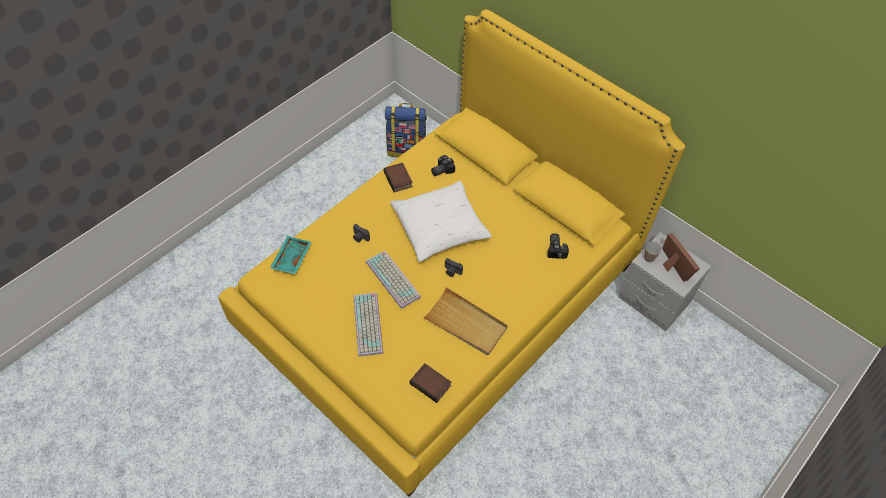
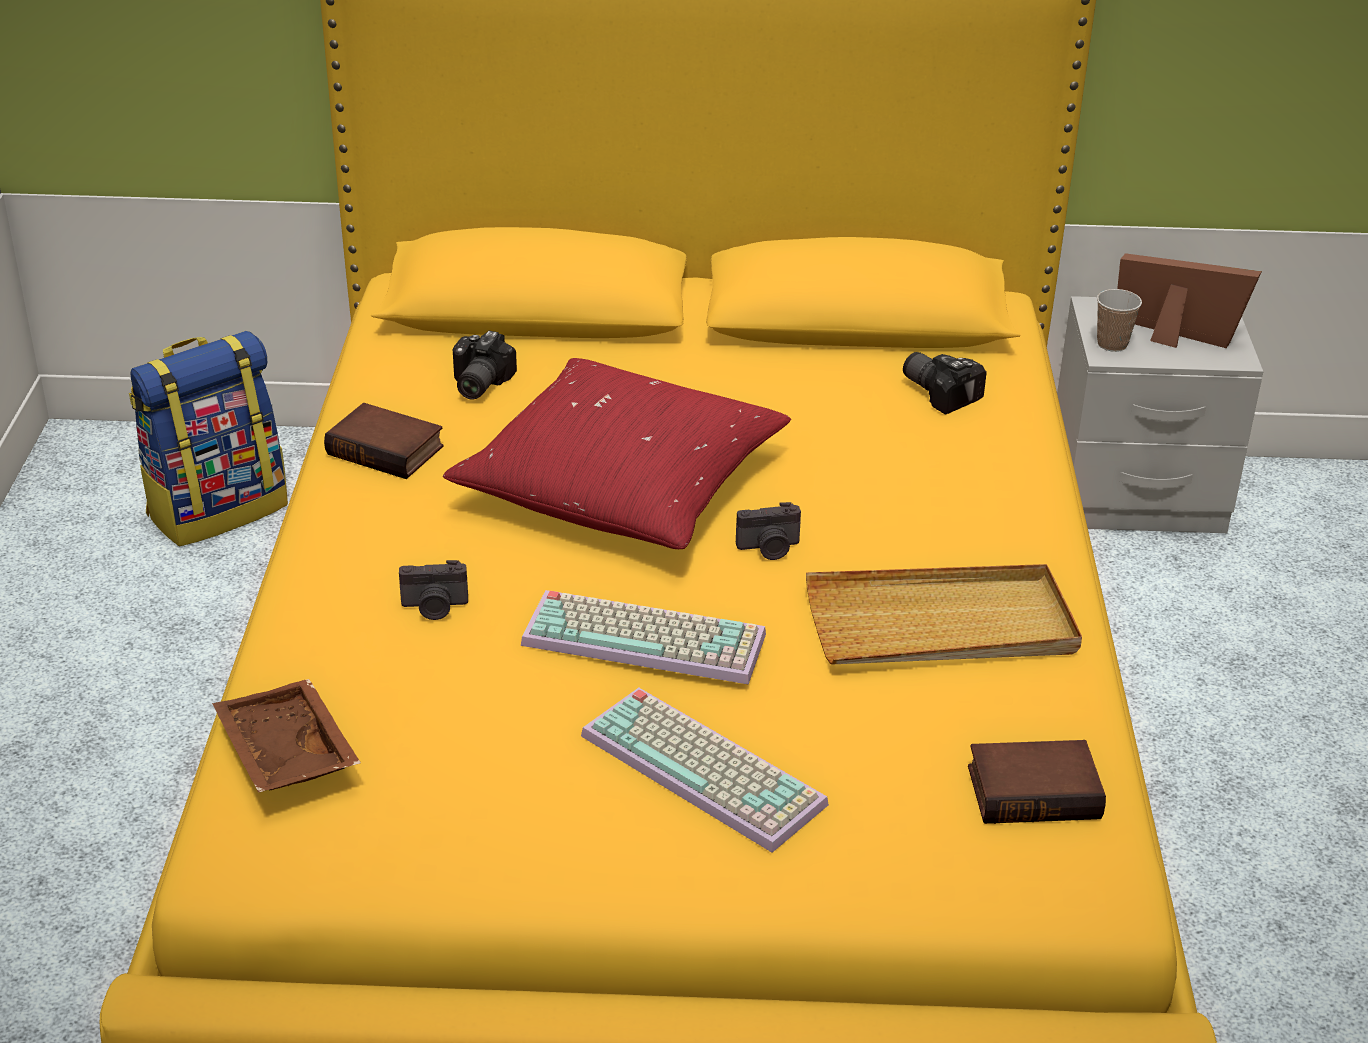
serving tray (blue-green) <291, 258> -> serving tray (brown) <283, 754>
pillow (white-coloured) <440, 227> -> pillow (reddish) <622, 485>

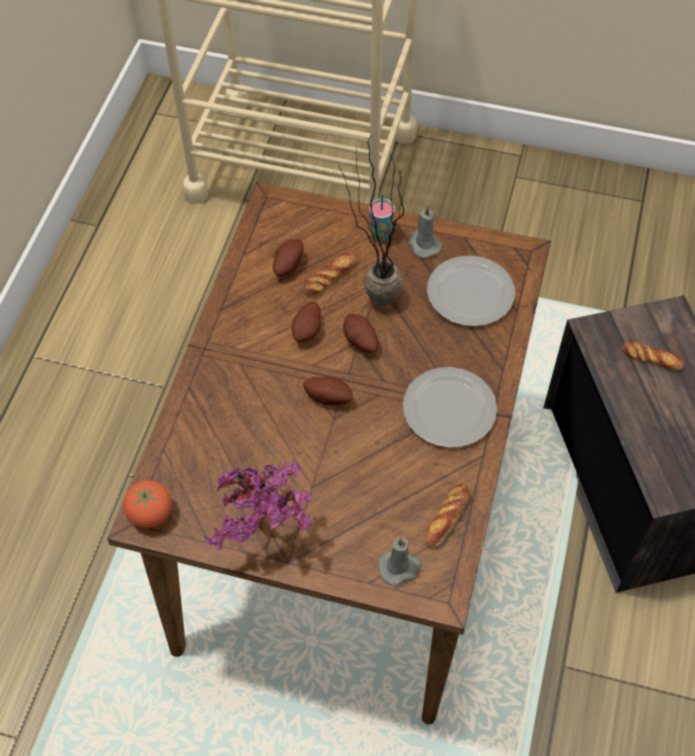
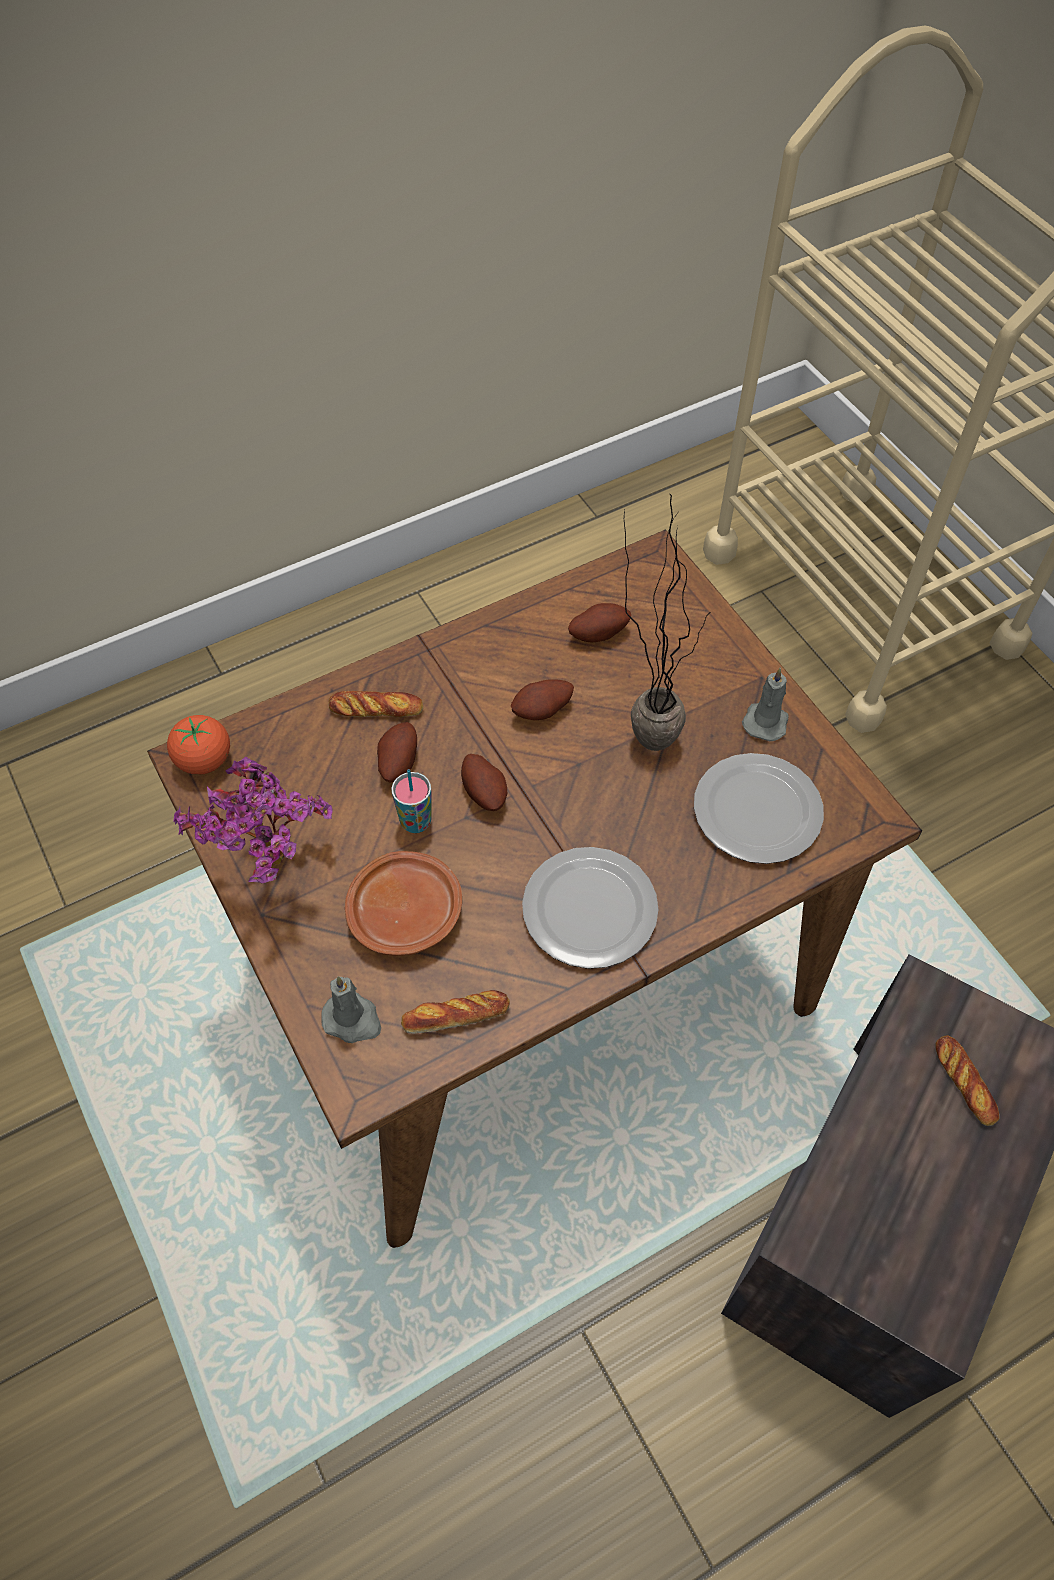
none -> flat dish (brown) <406, 912>
baked bread <329, 277> -> baked bread <376, 708>, moved
whole potato <360, 342> -> whole potato <397, 762>, moved
drinking cup <381, 235> -> drinking cup <416, 822>, moved

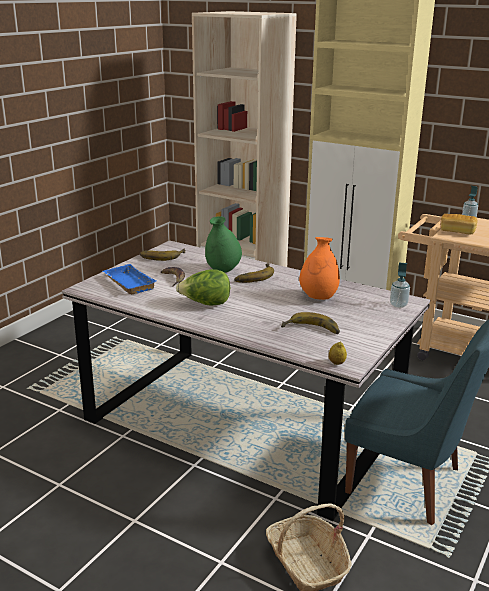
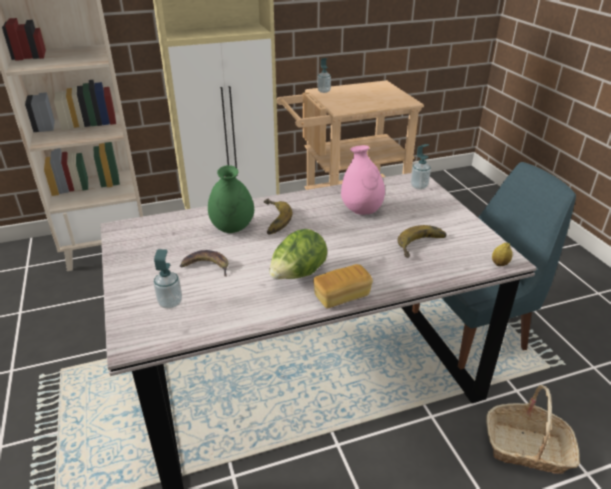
banana fruit <162, 256> -> none
baked bread <457, 231> -> baked bread <342, 296>, moved
serving tray (blue) <127, 283> -> liquid soap bottle <170, 303>
flower vase (orangey) <318, 297> -> flower vase (pink-coloured) <361, 211>

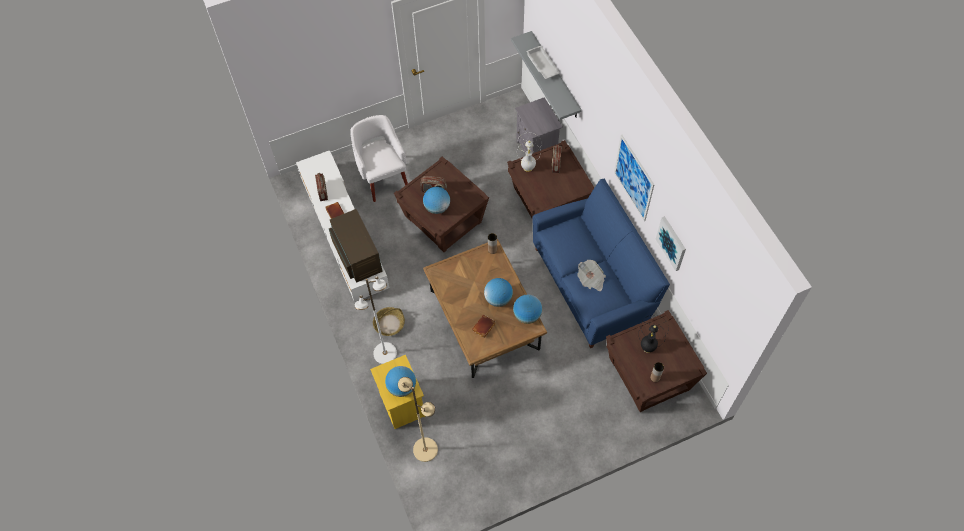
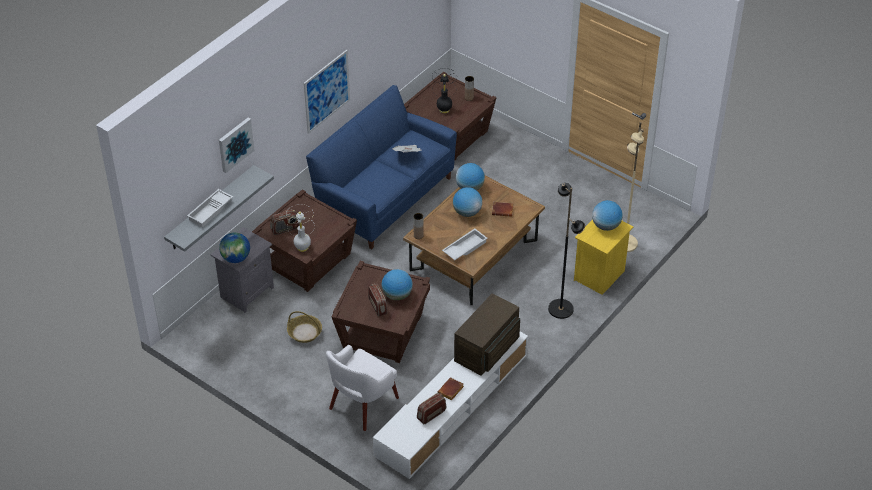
none -> desk globe <236, 258>
none -> serving tray (white-coloured) <464, 247>
basket <389, 324> -> basket <304, 332>, moved
wall picture <672, 243> -> wall picture <235, 144>, moved
standing lamp (white-coloured) <385, 354> -> standing lamp (black) <561, 309>

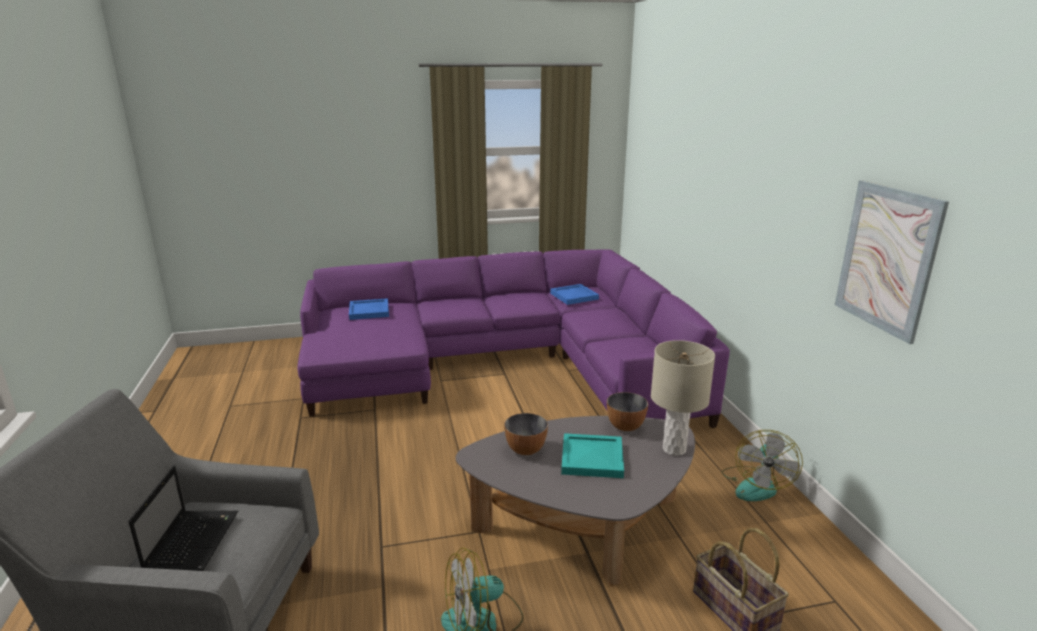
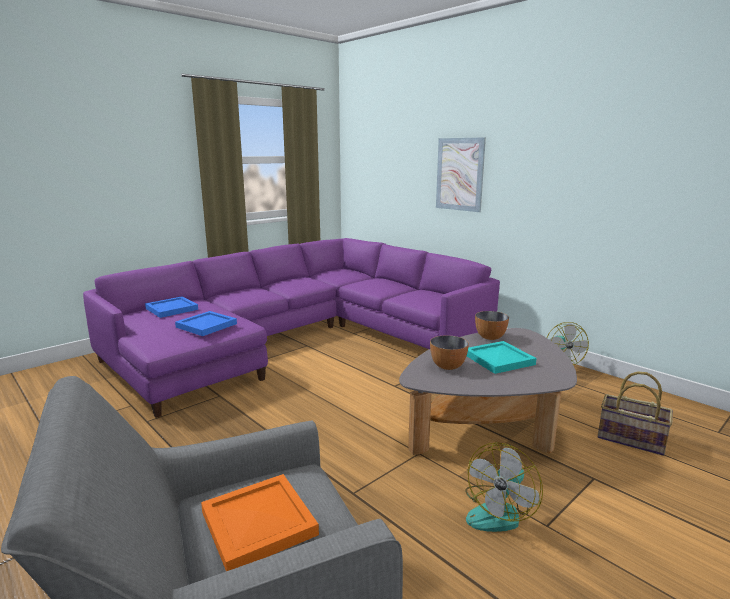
lamp for a table (beige) <674, 449> -> none
serving tray (blue) <575, 296> -> serving tray (blue) <207, 325>, moved
wall picture <887, 259> -> wall picture <460, 174>, moved
laptop <193, 541> -> serving tray (orangey) <257, 523>

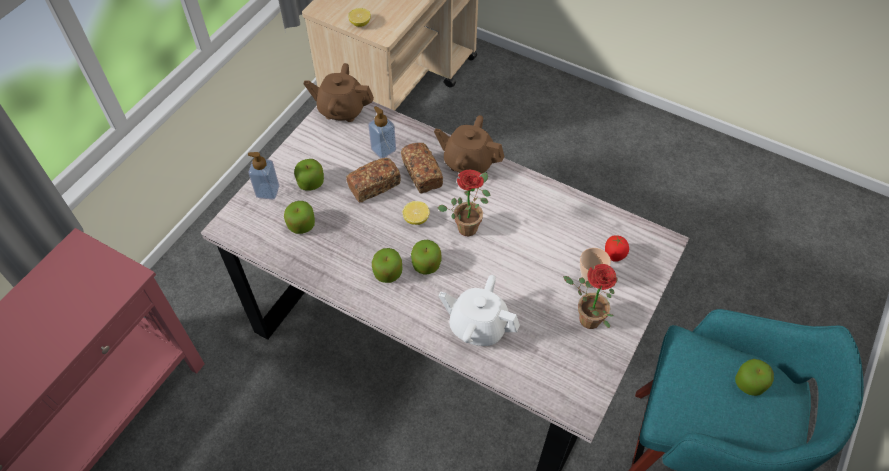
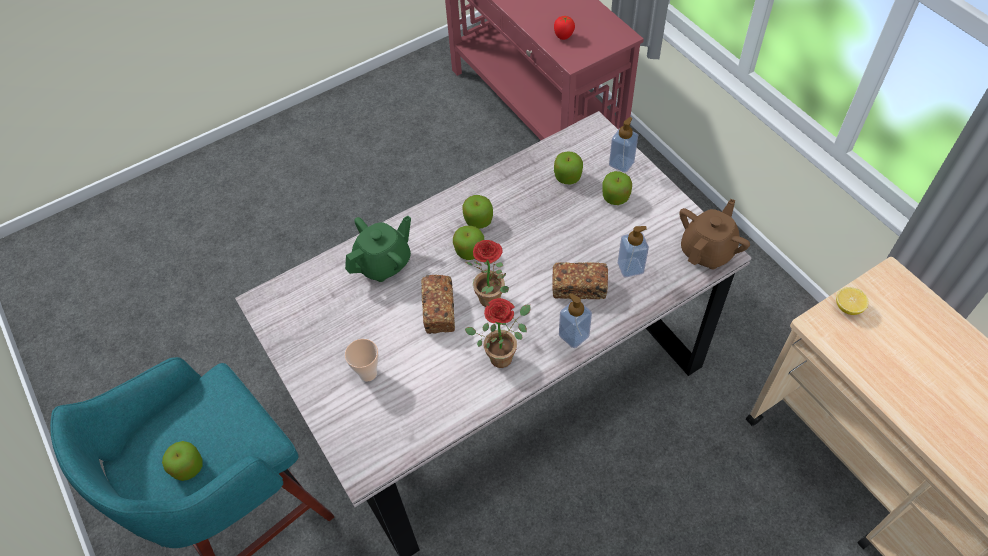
citrus fruit <416, 219> -> none
baked bread <374, 186> -> baked bread <439, 311>, moved
potted plant <584, 319> -> potted plant <503, 354>, moved
tomato <614, 256> -> tomato <563, 37>, moved
tea pot (brown) <468, 162> -> liquid soap bottle <574, 335>
tea pot (white-coloured) <478, 326> -> tea pot (greenish) <384, 263>

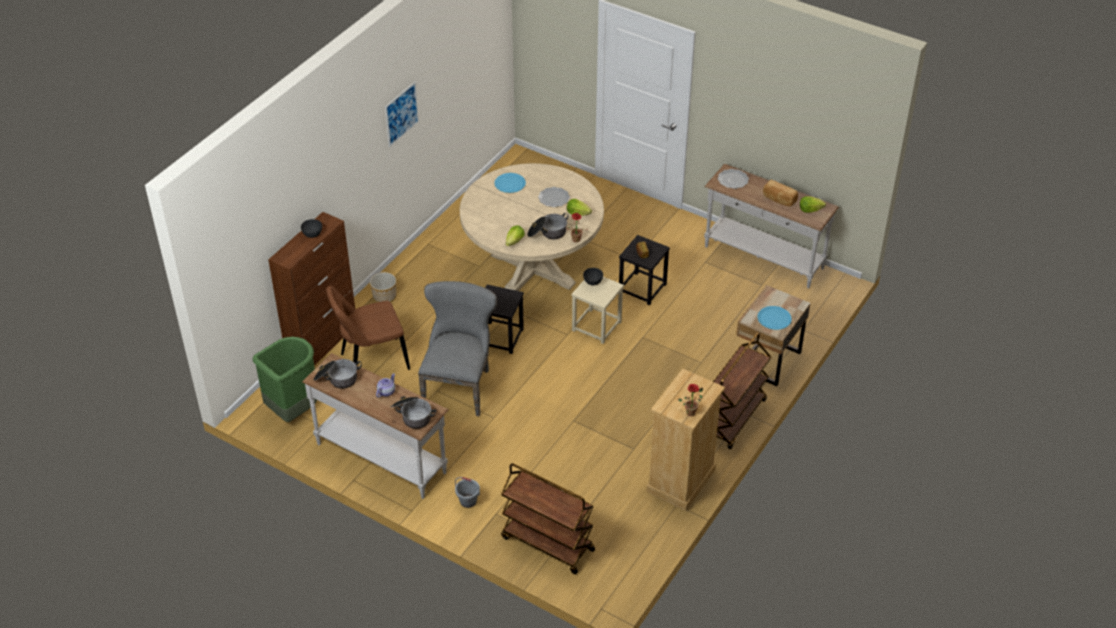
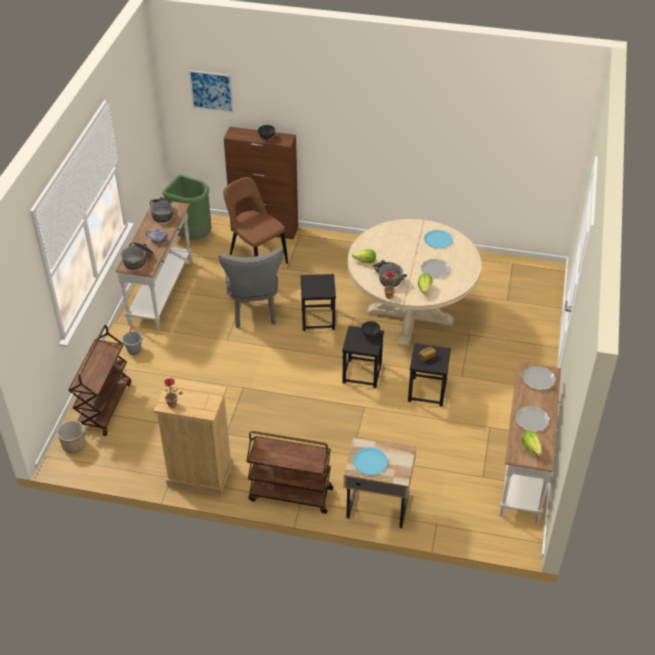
planter <384, 297> -> planter <74, 444>, moved
wall picture <401, 114> -> wall picture <211, 91>, moved
baked bread <779, 199> -> flat dish <532, 420>
sitting stool (beige) <597, 326> -> sitting stool (black) <362, 373>
plain chair (grey) <459, 385> -> plain chair (grey) <254, 311>, 90 degrees clockwise

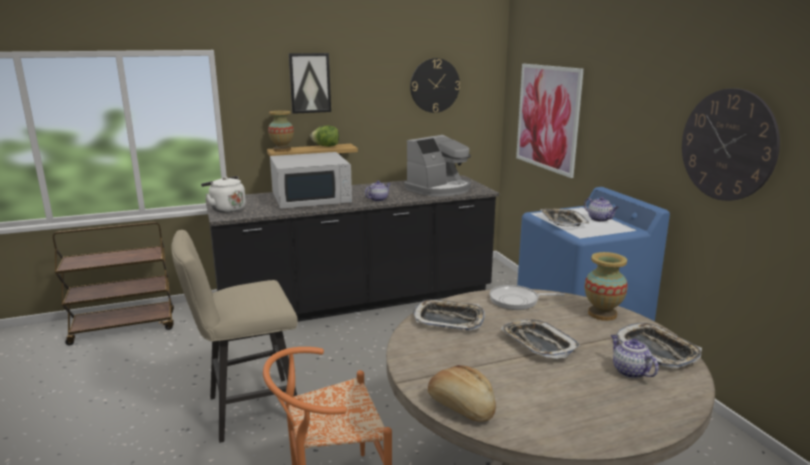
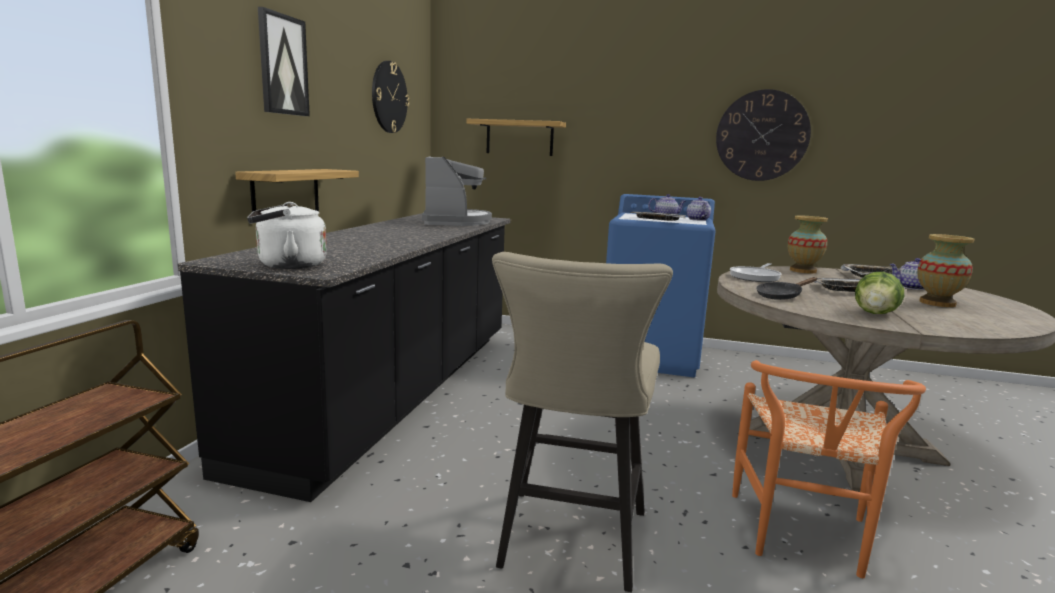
microwave oven (white-coloured) <312, 198> -> none
baked bread <461, 407> -> none
flower vase <282, 150> -> flower vase <937, 303>, moved
lettuce <326, 146> -> lettuce <875, 313>, moved
tea pot <378, 199> -> tea pot <697, 220>, moved
serving tray <448, 319> -> skillet (black) <781, 296>
wall picture <547, 118> -> shelf <519, 138>

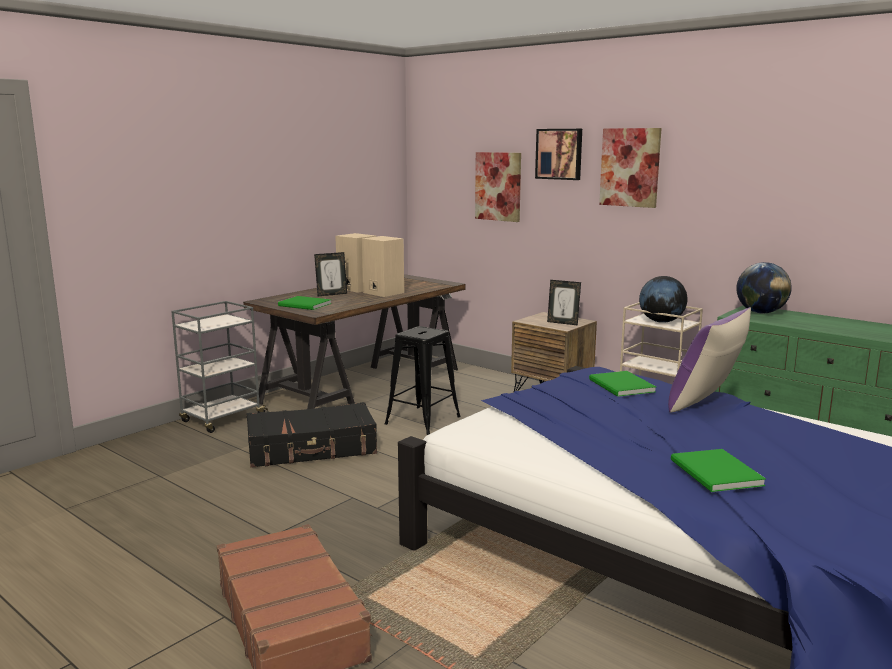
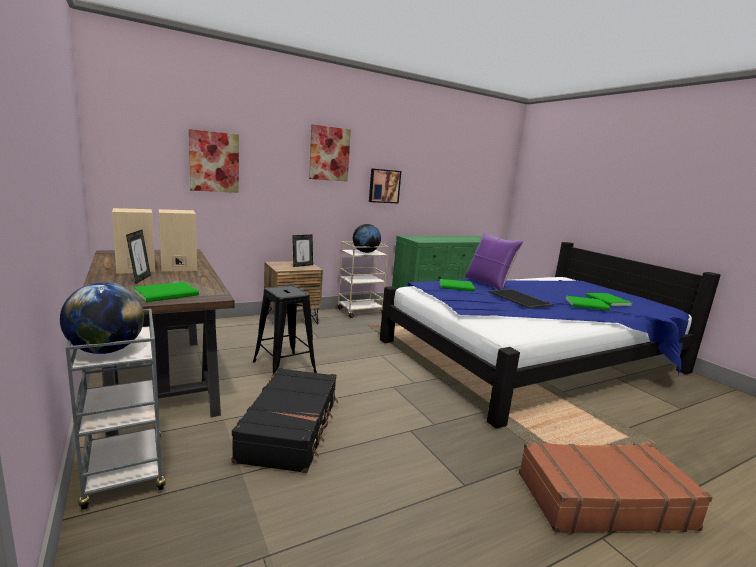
none -> serving tray <520, 299>
none -> book (greenish) <608, 301>
wall picture <559, 154> -> wall picture <384, 186>, moved
desk globe <761, 312> -> desk globe <106, 350>, moved

